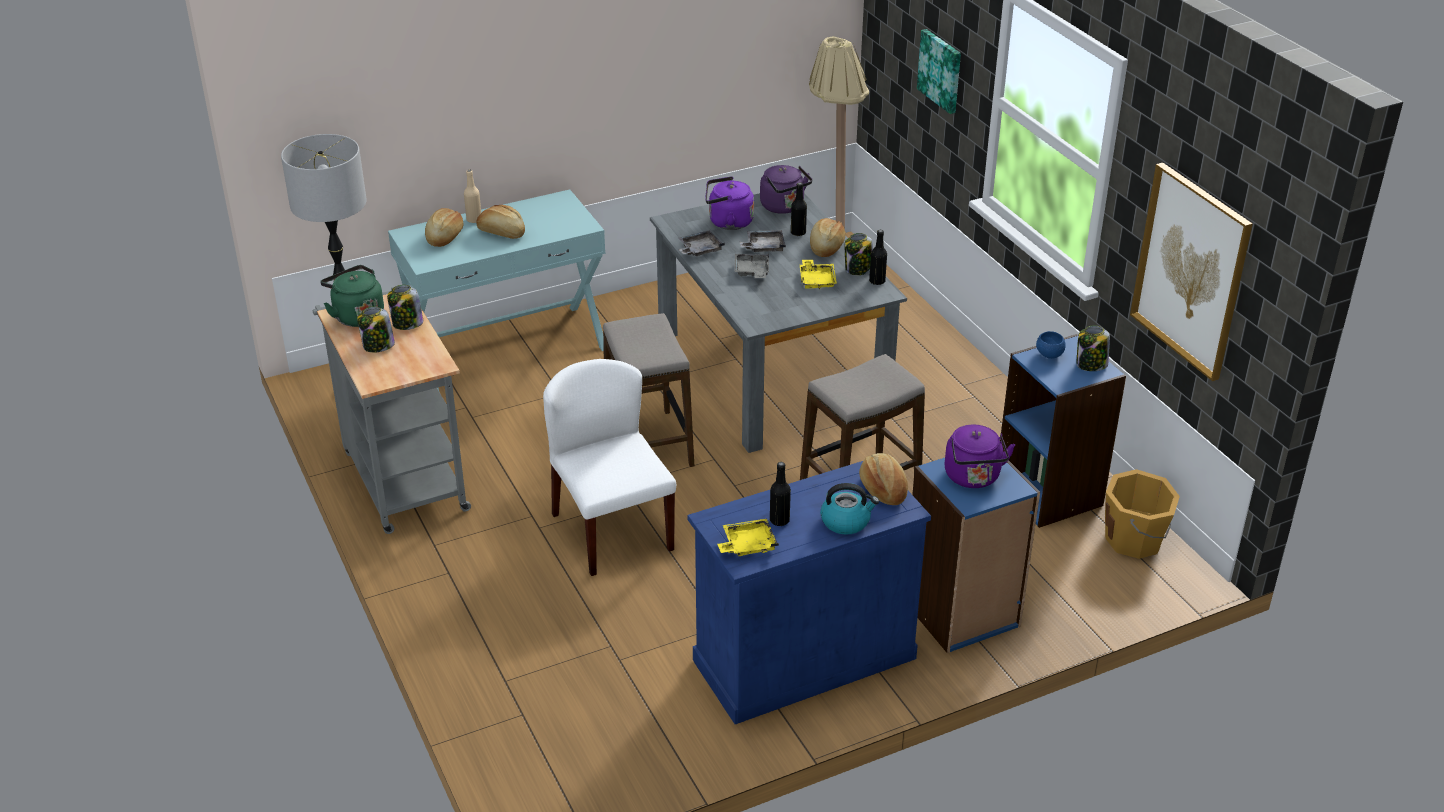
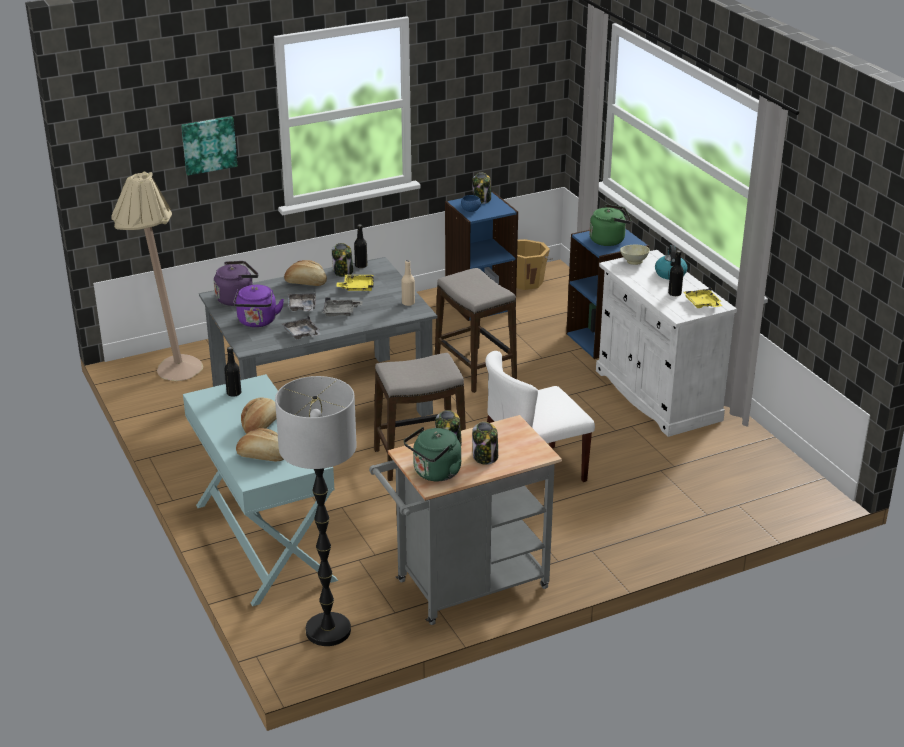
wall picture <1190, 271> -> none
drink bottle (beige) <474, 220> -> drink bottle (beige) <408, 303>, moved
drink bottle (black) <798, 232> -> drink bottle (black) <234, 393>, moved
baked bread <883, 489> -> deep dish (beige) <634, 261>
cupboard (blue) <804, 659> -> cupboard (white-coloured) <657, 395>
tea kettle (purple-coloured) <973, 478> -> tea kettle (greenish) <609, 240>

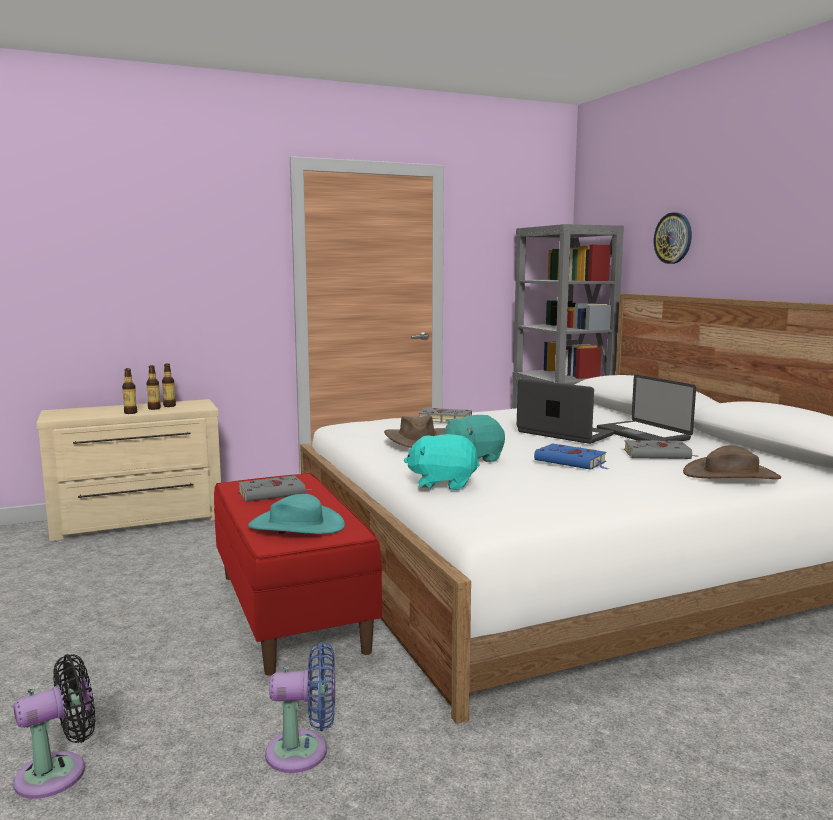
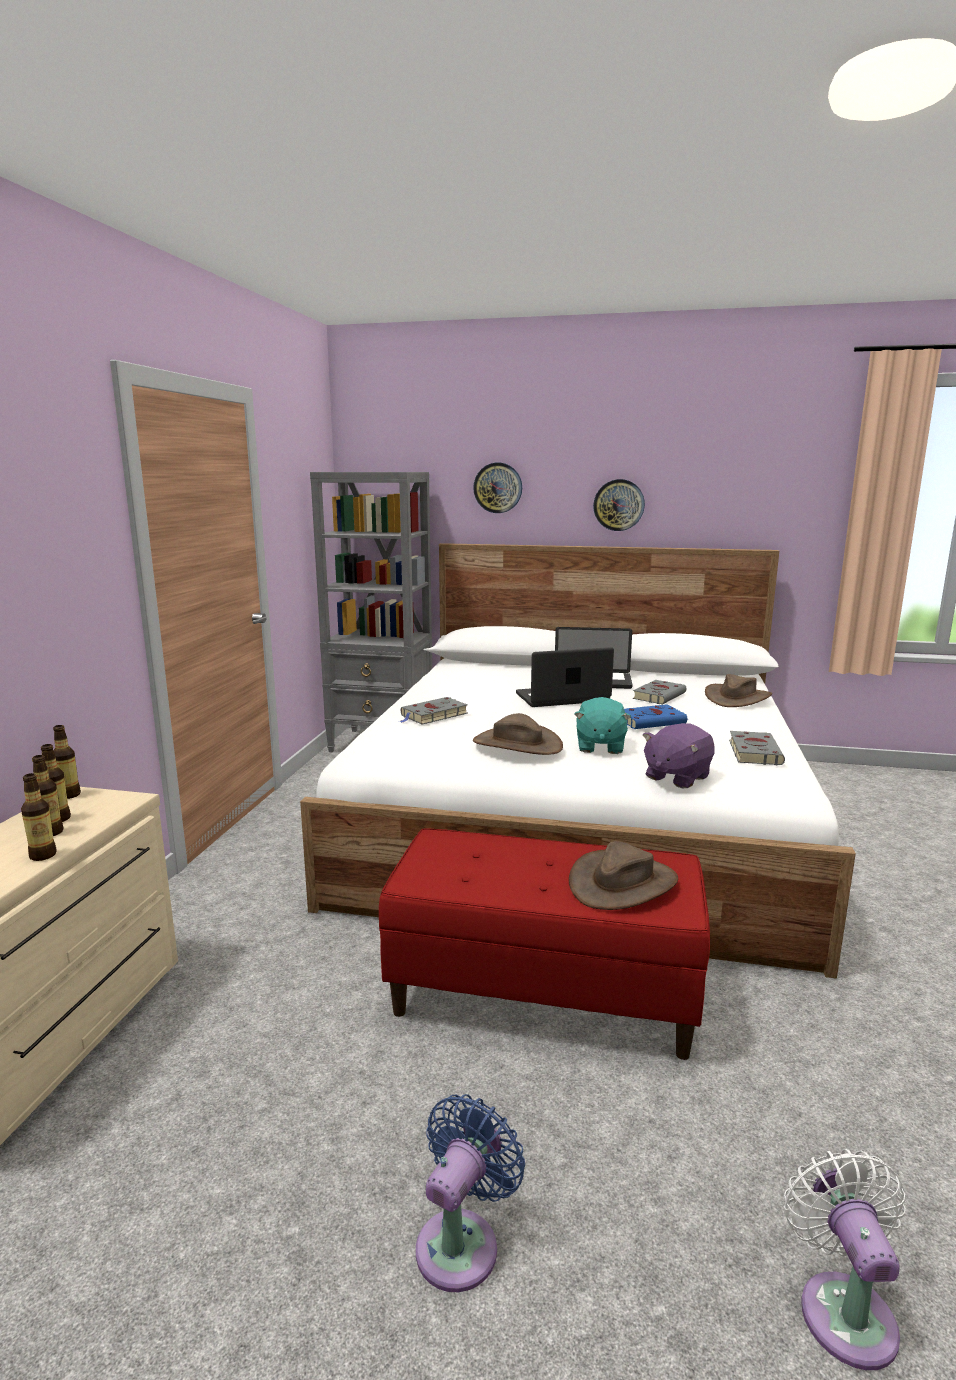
none -> drink bottle <69, 795>
none -> clock on the wall <619, 505>
book (grey) <273, 493> -> book (grey) <754, 752>, moved
fan (blue) <304, 752> -> fan (blue) <462, 1241>, moved
fan (black) <59, 773> -> fan (white-coloured) <844, 1308>
wearable hat (blue-green) <296, 526> -> wearable hat (brown) <622, 883>
soft toy (blue-green) <443, 483> -> soft toy (purple-coloured) <676, 777>

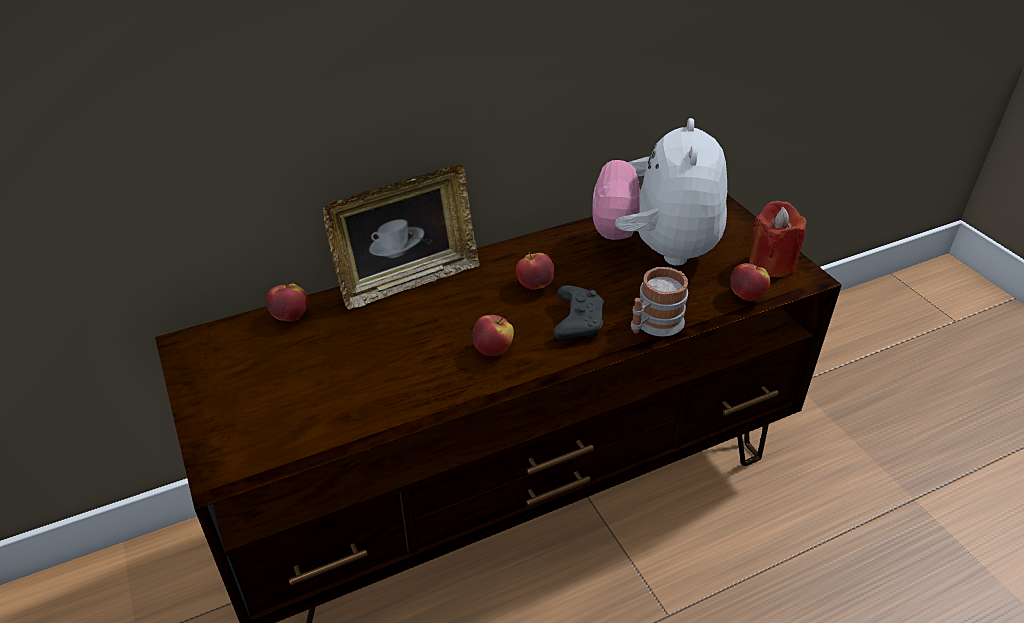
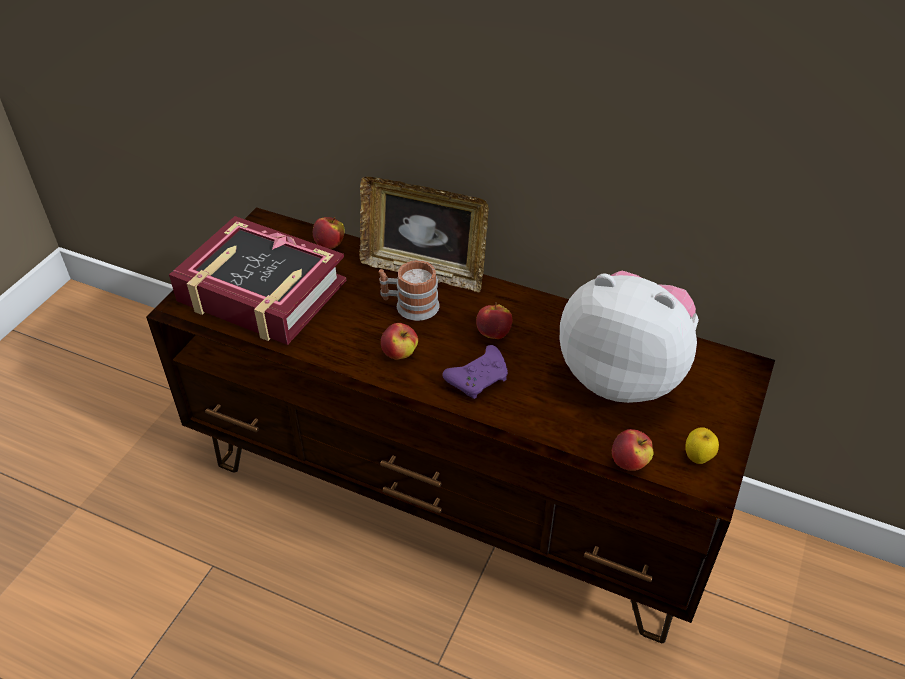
none -> book <261, 292>
tea mug <653, 325> -> tea mug <410, 306>, moved
wax light (reddish) <771, 264> -> apple fruit <698, 457>
gamepad (black) <577, 321> -> gamepad (purple-coloured) <479, 379>
soft toy <655, 249> -> soft toy <623, 375>, 60 degrees clockwise

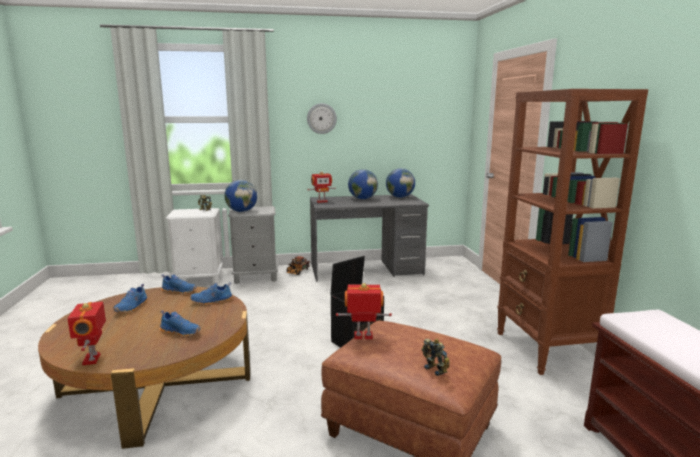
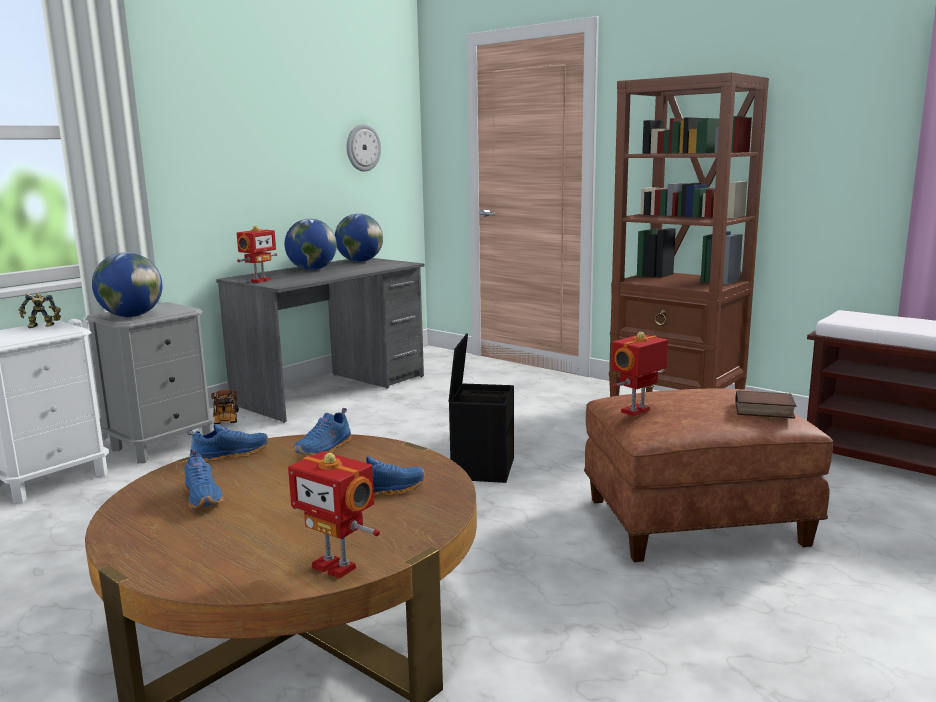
clock on the wall <321, 118> -> clock on the wall <363, 147>, moved
robot figure <436, 369> -> book <763, 411>

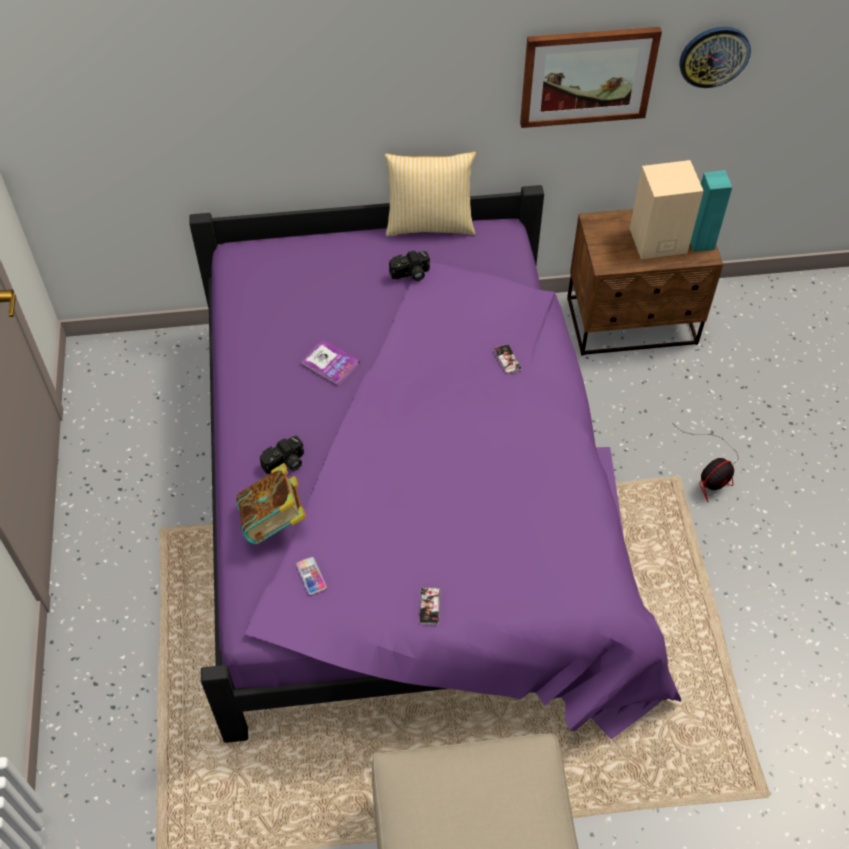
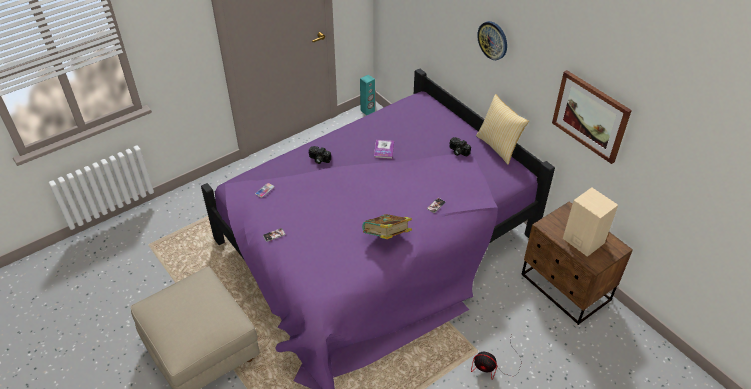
book <273, 521> -> book <386, 237>, moved
clock on the wall <714, 56> -> clock on the wall <493, 40>, moved
loudspeaker (blue-green) <701, 242> -> loudspeaker (blue-green) <367, 111>, moved

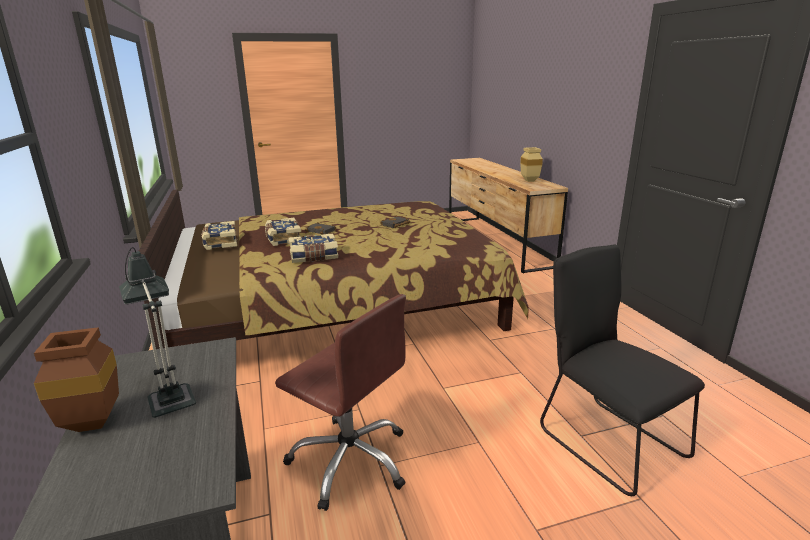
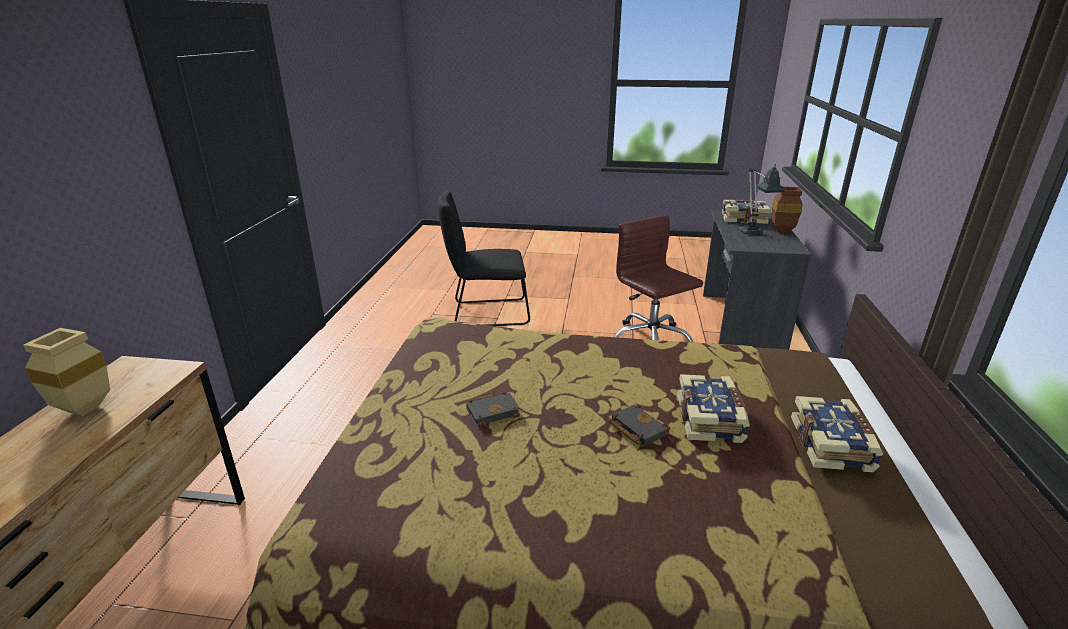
book <314, 257> -> book <743, 219>, moved
plain chair (black) <605, 440> -> plain chair (black) <487, 313>, 90 degrees clockwise

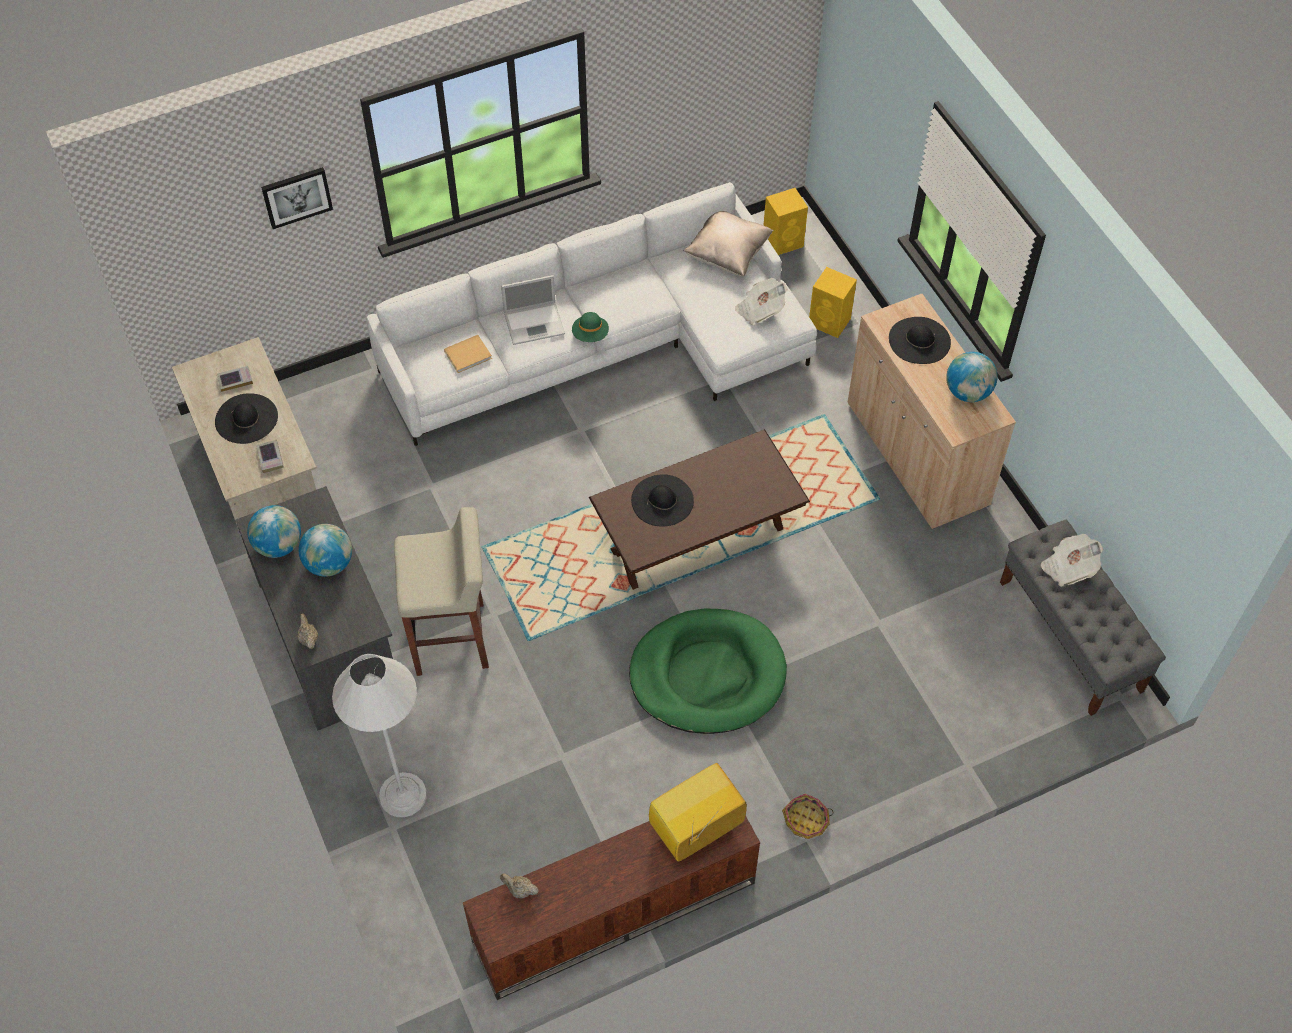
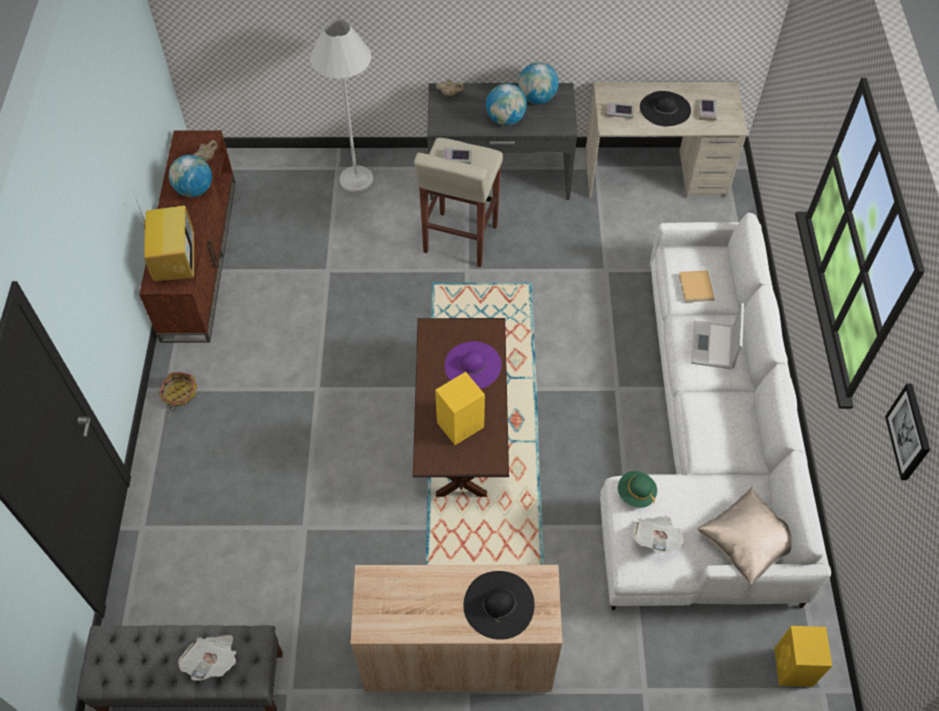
dog bed (greenish) <707, 675> -> none
none -> book <457, 158>
wall picture <296, 196> -> wall picture <909, 432>, moved
wearable hat (greenish) <590, 335> -> wearable hat (greenish) <636, 493>, moved
loudspeaker (yellow-coloured) <830, 322> -> loudspeaker (yellow-coloured) <459, 425>, moved
desk globe <968, 392> -> desk globe <194, 190>, moved
wearable hat (black) <662, 500> -> wearable hat (purple-coloured) <472, 365>

